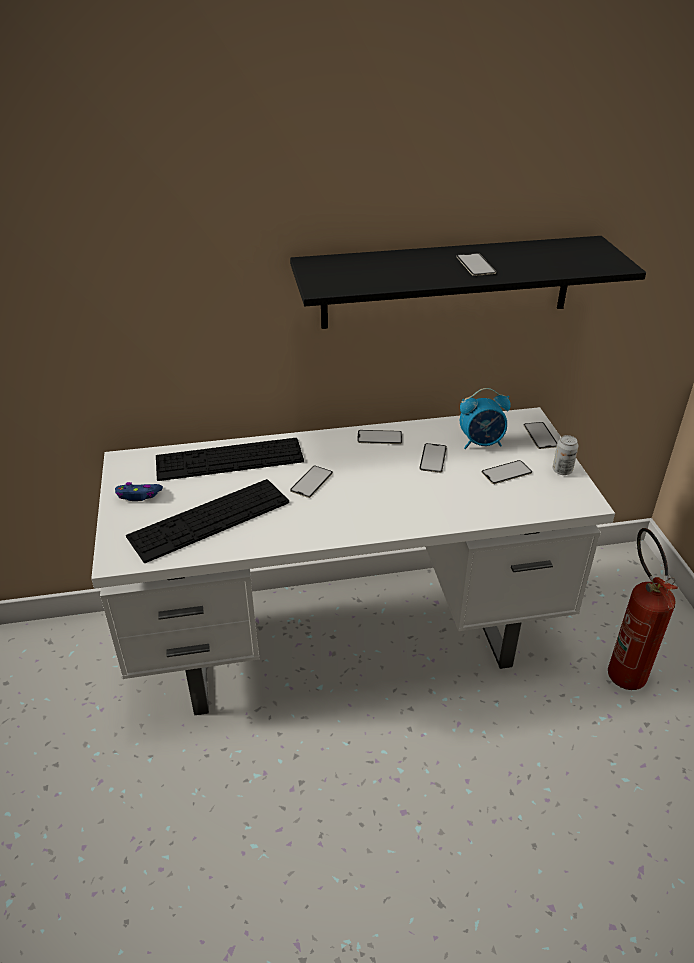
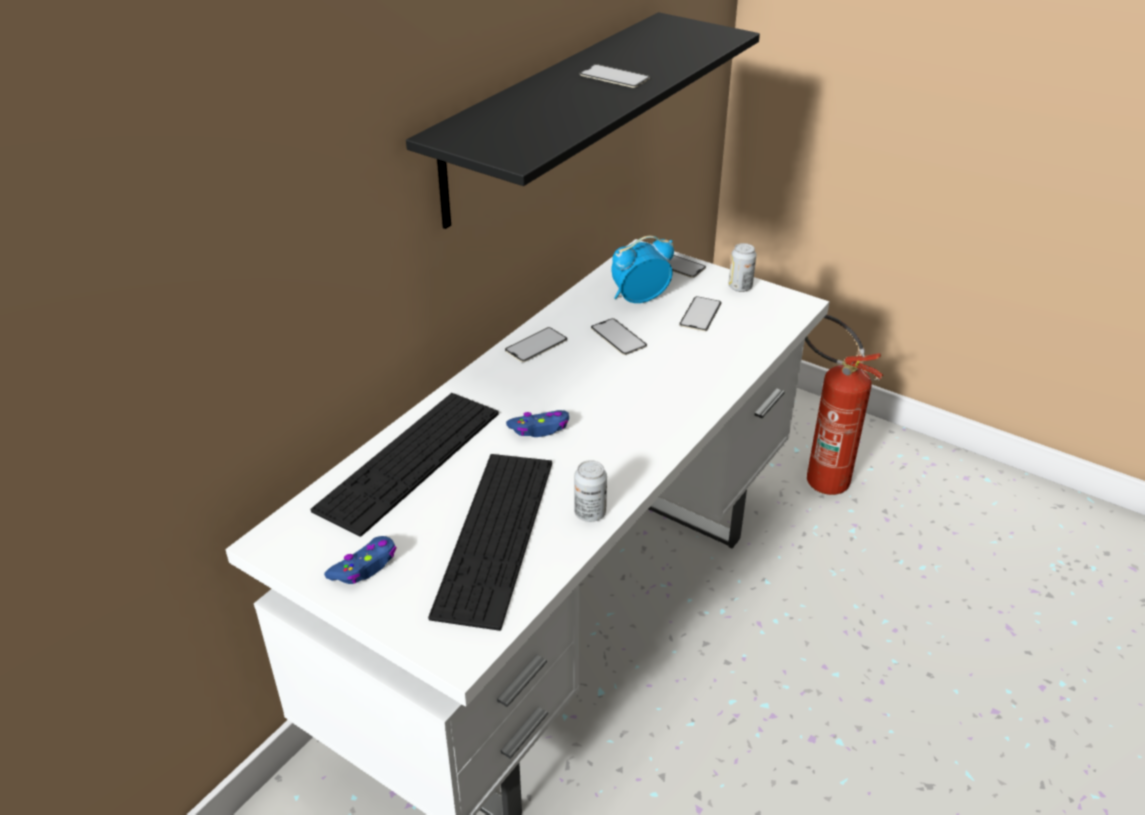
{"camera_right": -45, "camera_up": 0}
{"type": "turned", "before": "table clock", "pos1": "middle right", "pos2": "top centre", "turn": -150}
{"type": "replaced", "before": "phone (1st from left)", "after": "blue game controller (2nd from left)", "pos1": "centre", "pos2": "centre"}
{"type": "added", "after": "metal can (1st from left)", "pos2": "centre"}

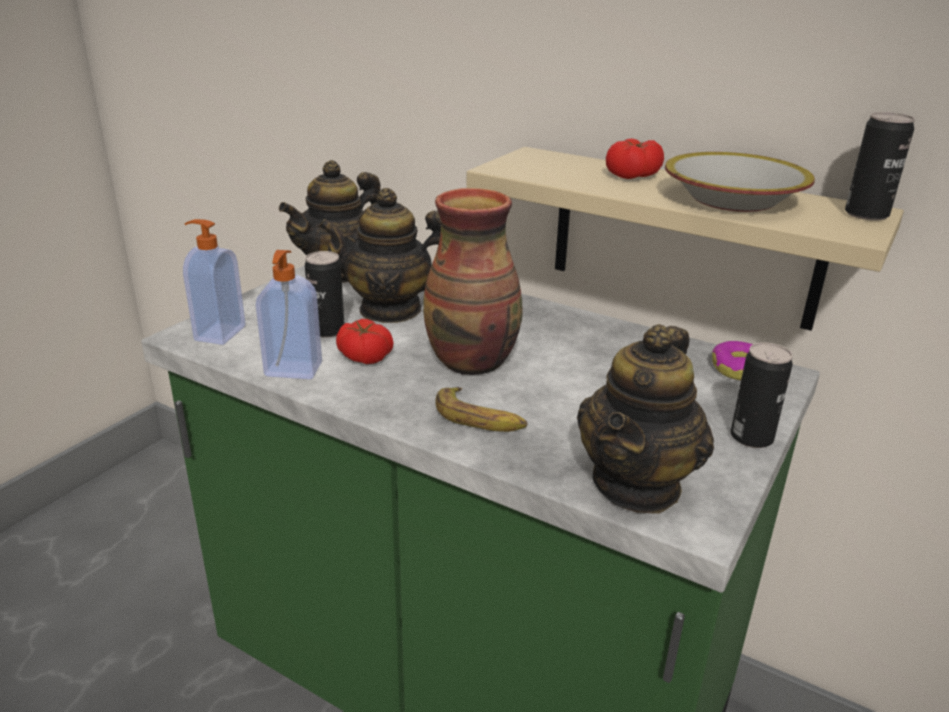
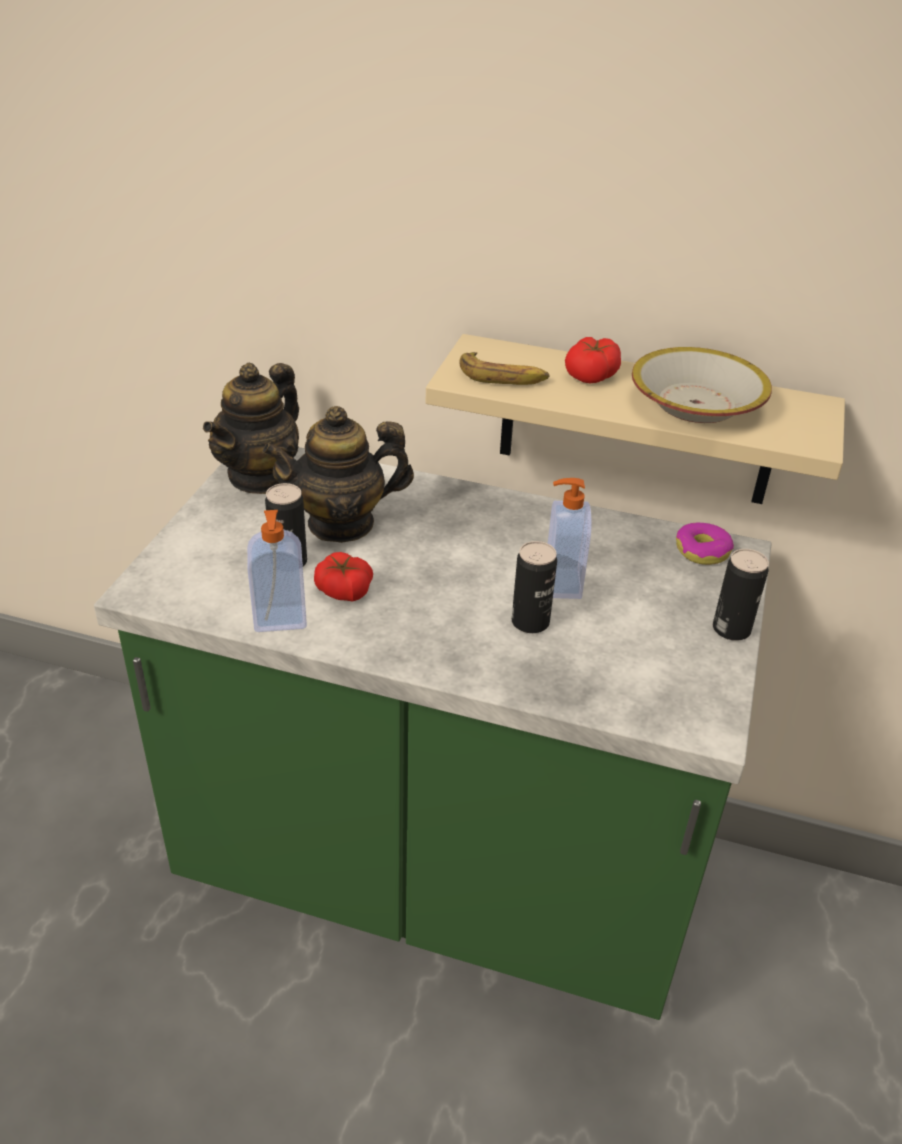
{"camera_right": -15, "camera_up": 10}
{"type": "moved", "before": "metal can (3rd from left in the first image)", "after": "metal can (2nd from left)", "pos1": "top right", "pos2": "centre"}
{"type": "removed", "before": "vase", "pos1": "centre"}
{"type": "moved", "before": "liquid soap bottle (1st from left in the first image)", "after": "liquid soap bottle (2nd from left)", "pos1": "middle left", "pos2": "centre"}
{"type": "removed", "before": "teapot (3rd from left)", "pos1": "middle right"}
{"type": "moved", "before": "whole banana", "pos1": "centre", "pos2": "top centre"}

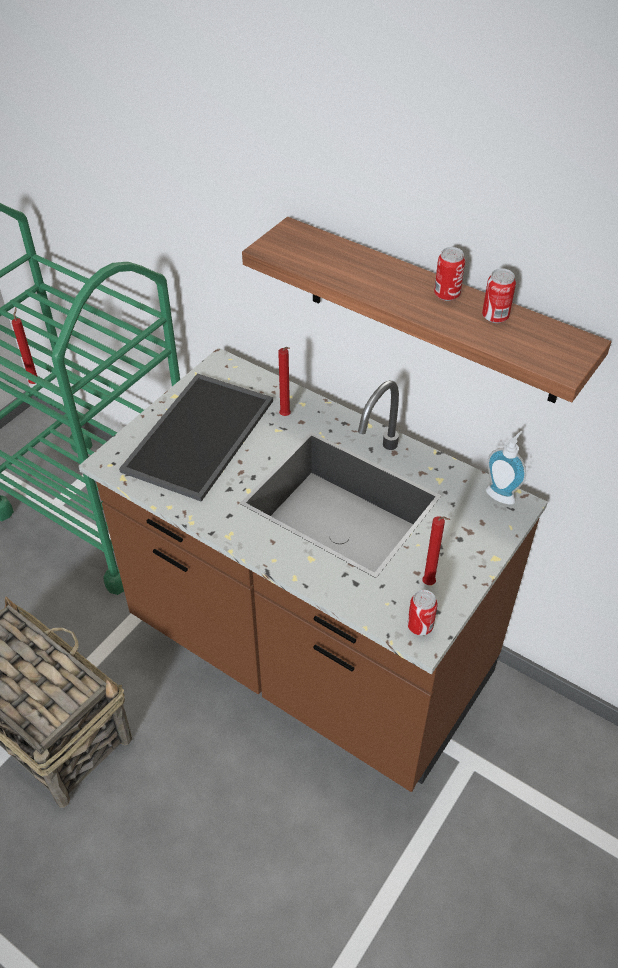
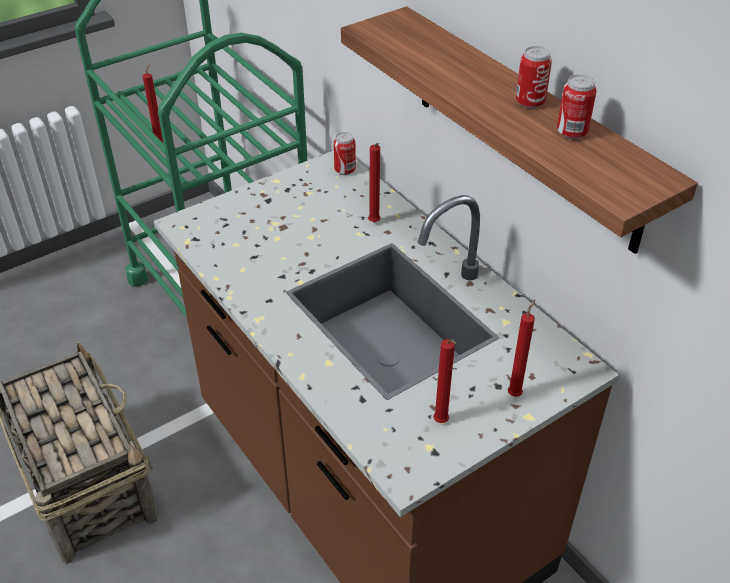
{"camera_right": 20, "camera_up": -5}
{"type": "removed", "before": "carrying tray", "pos1": "middle left"}
{"type": "removed", "before": "liquid soap bottle", "pos1": "middle right"}
{"type": "moved", "before": "metal can (1st from left)", "pos1": "middle right", "pos2": "top centre"}
{"type": "added", "after": "red-coloured candle (4th from left)", "pos2": "middle right"}

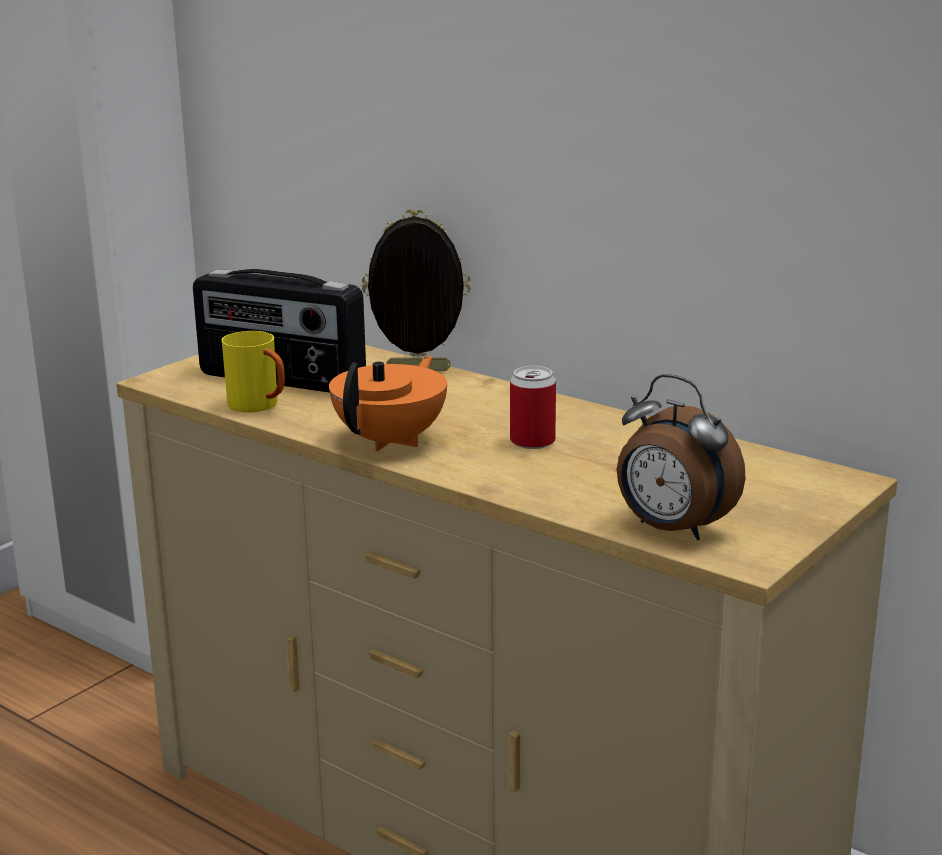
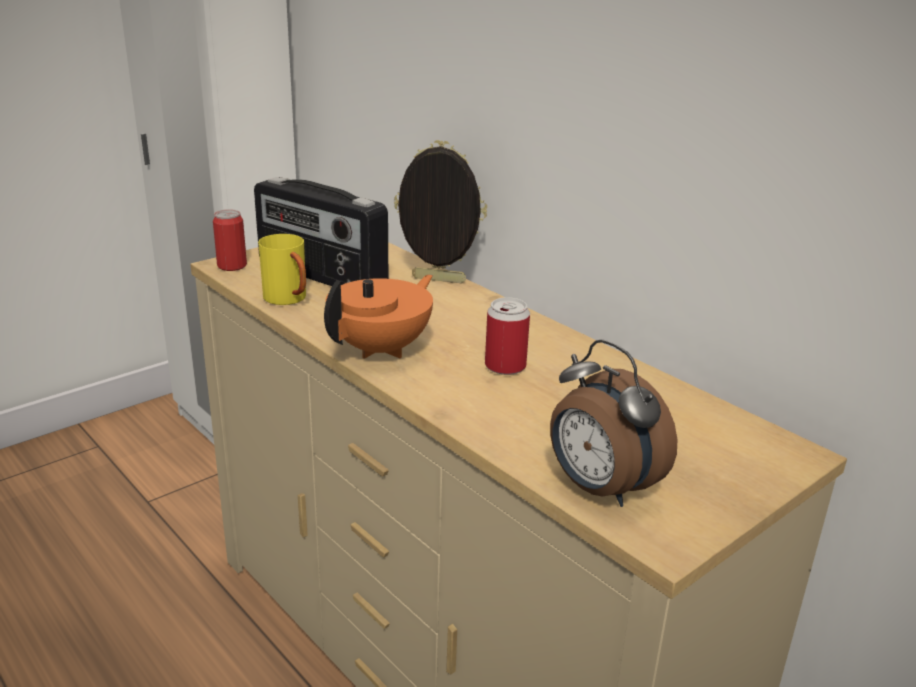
{"camera_right": 10, "camera_up": 5}
{"type": "added", "after": "metal can (1st from left)", "pos2": "middle left"}

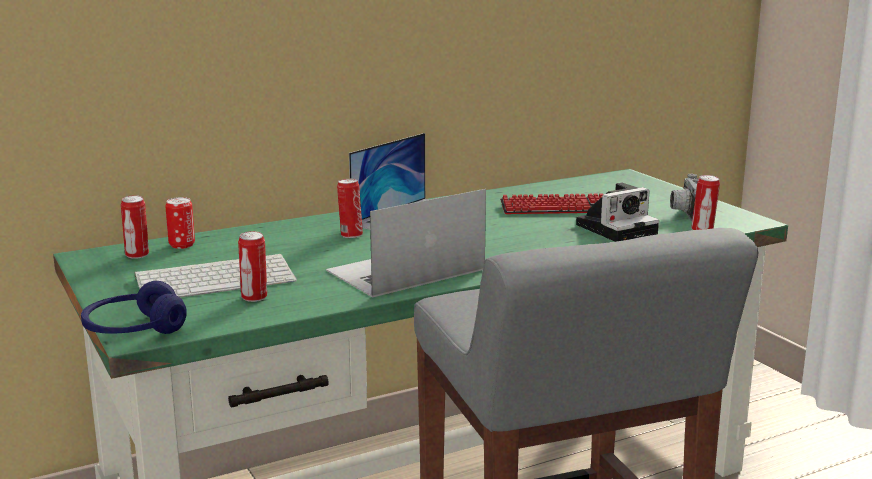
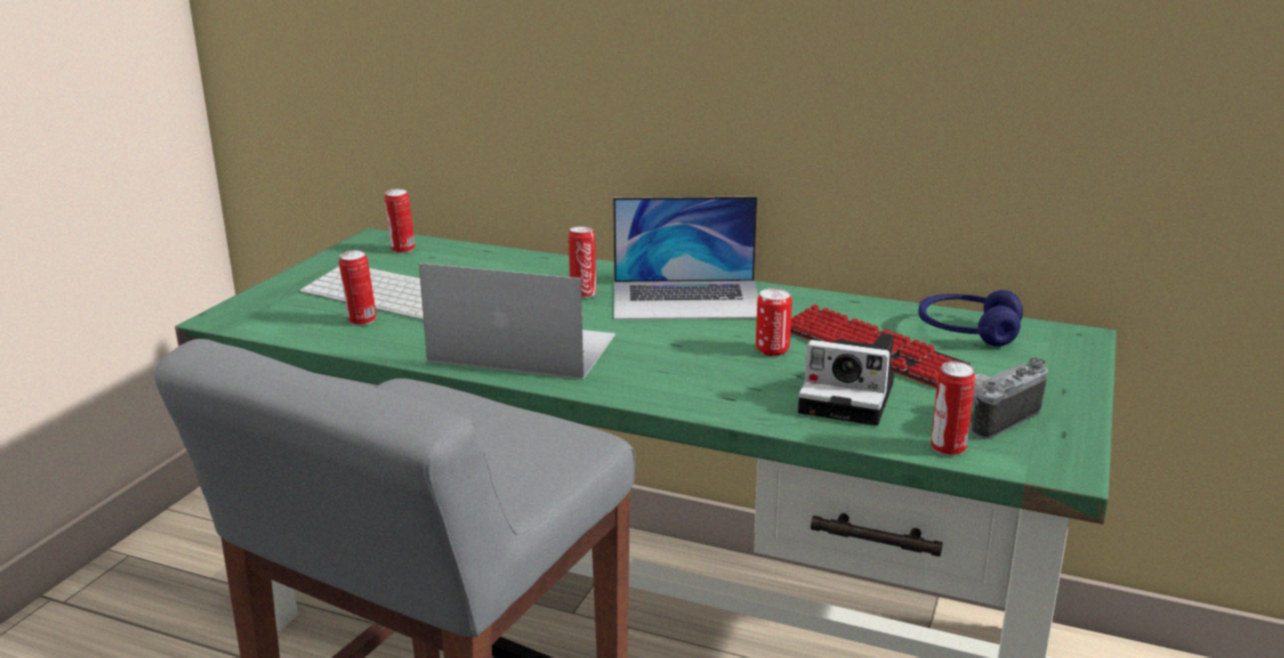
{"camera_right": 50, "camera_up": 5}
{"type": "moved", "before": "metal can (2nd from left in the first image)", "after": "metal can (4th from left)", "pos1": "middle left", "pos2": "centre"}
{"type": "moved", "before": "blue headphones", "pos1": "middle left", "pos2": "middle right"}

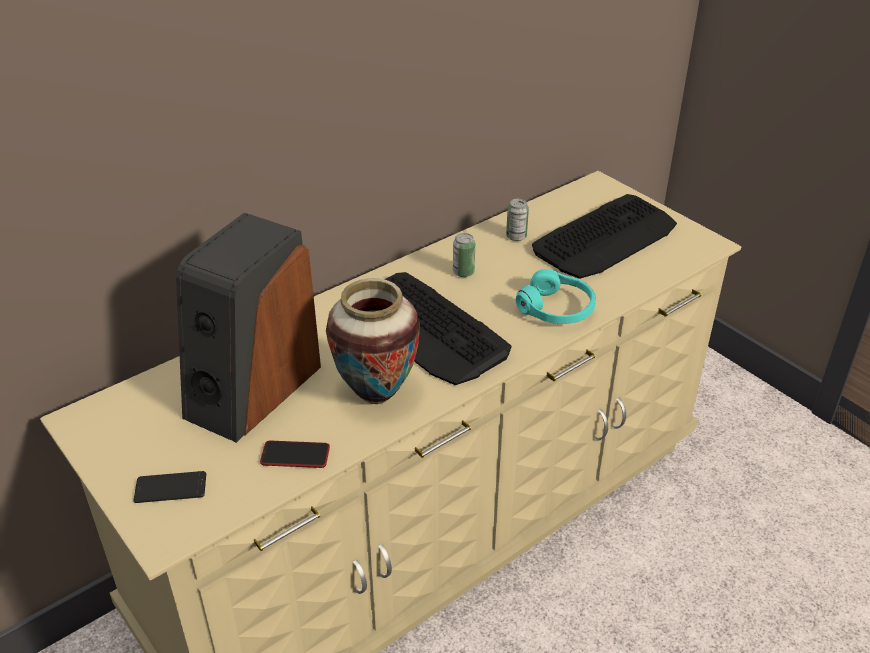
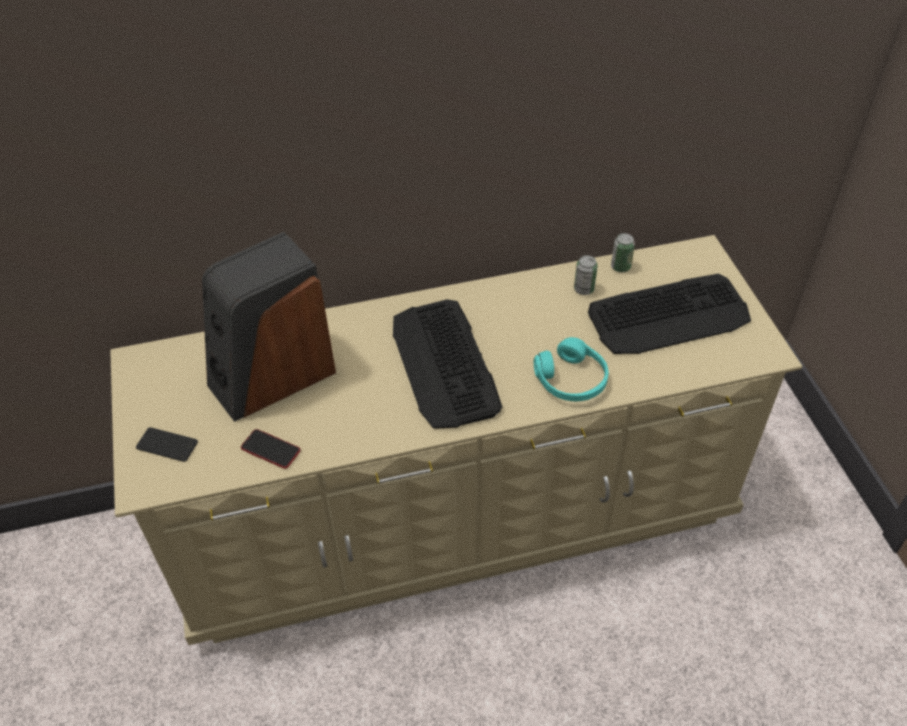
{"camera_right": 25, "camera_up": 10}
{"type": "moved", "before": "metal can (1st from left in the first image)", "after": "metal can (2nd from left)", "pos1": "centre", "pos2": "middle right"}
{"type": "removed", "before": "vase", "pos1": "centre"}

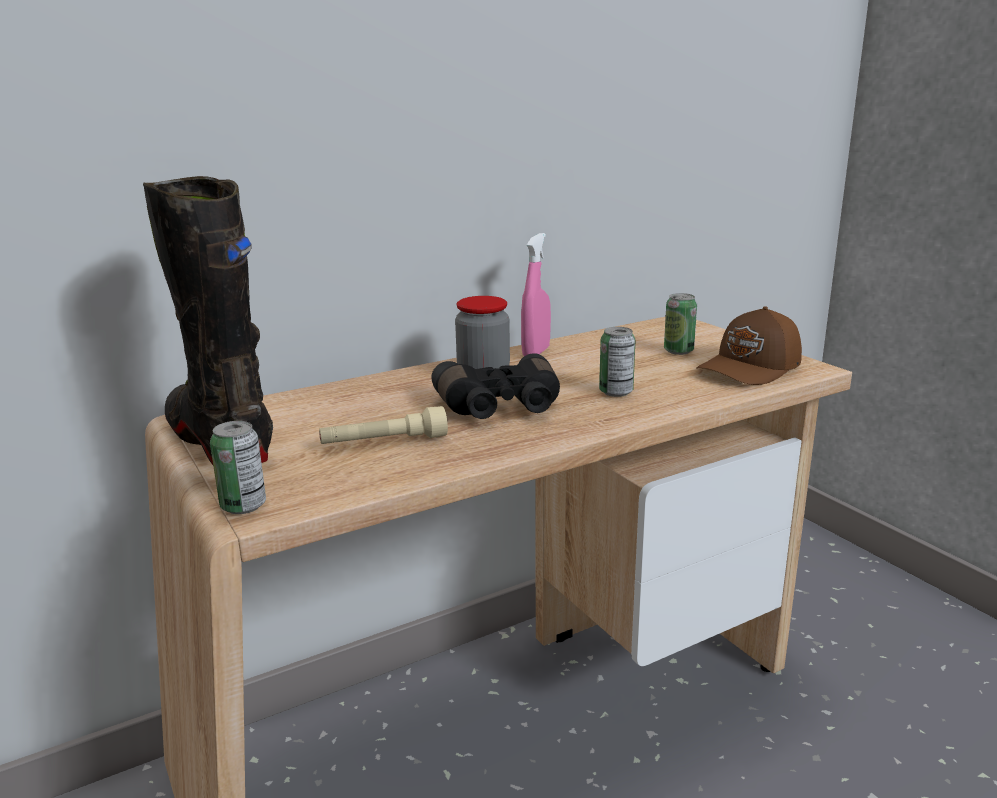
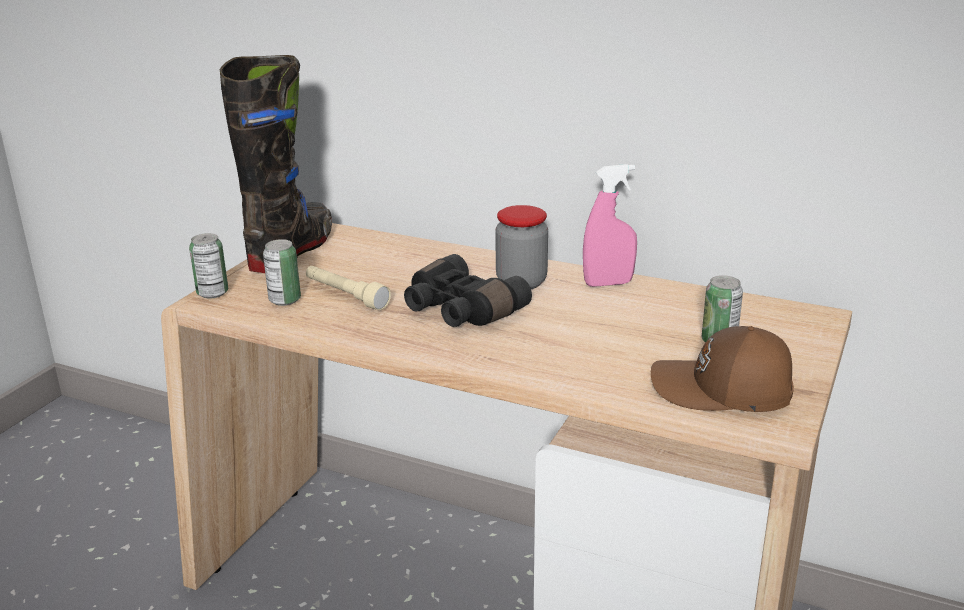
{"camera_right": 55, "camera_up": 5}
{"type": "moved", "before": "metal can (2nd from left)", "pos1": "centre", "pos2": "middle left"}

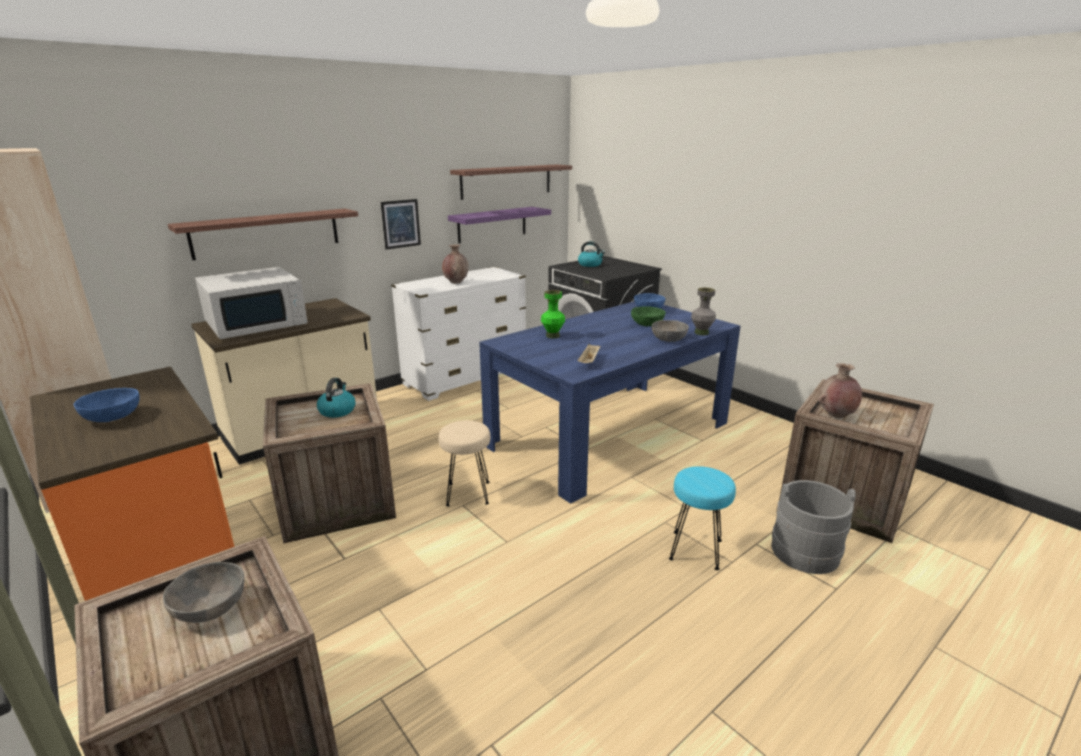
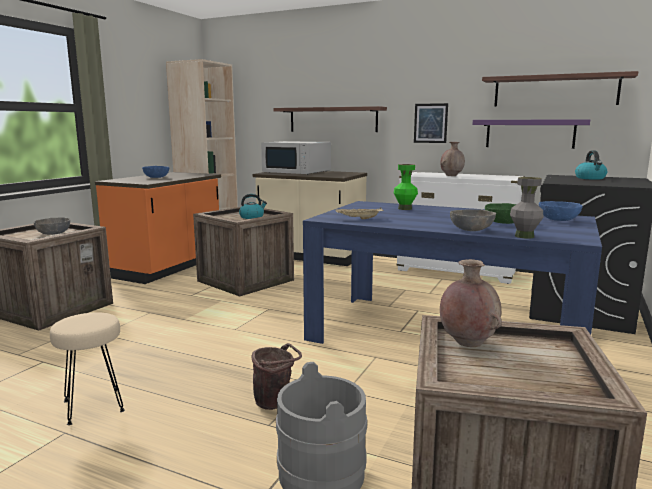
{"camera_right": 65, "camera_up": -10}
{"type": "moved", "before": "beige-coloured stool seat", "pos1": "centre", "pos2": "bottom left"}
{"type": "replaced", "before": "turquoise-coloured stool seat", "after": "brown pail", "pos1": "bottom centre", "pos2": "bottom centre"}

